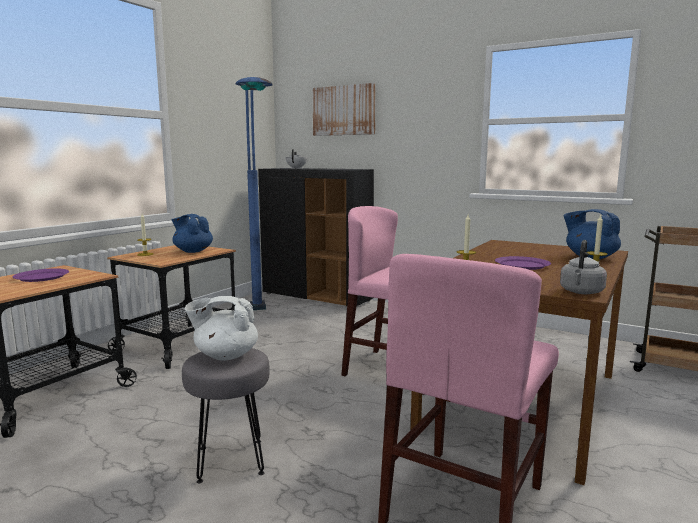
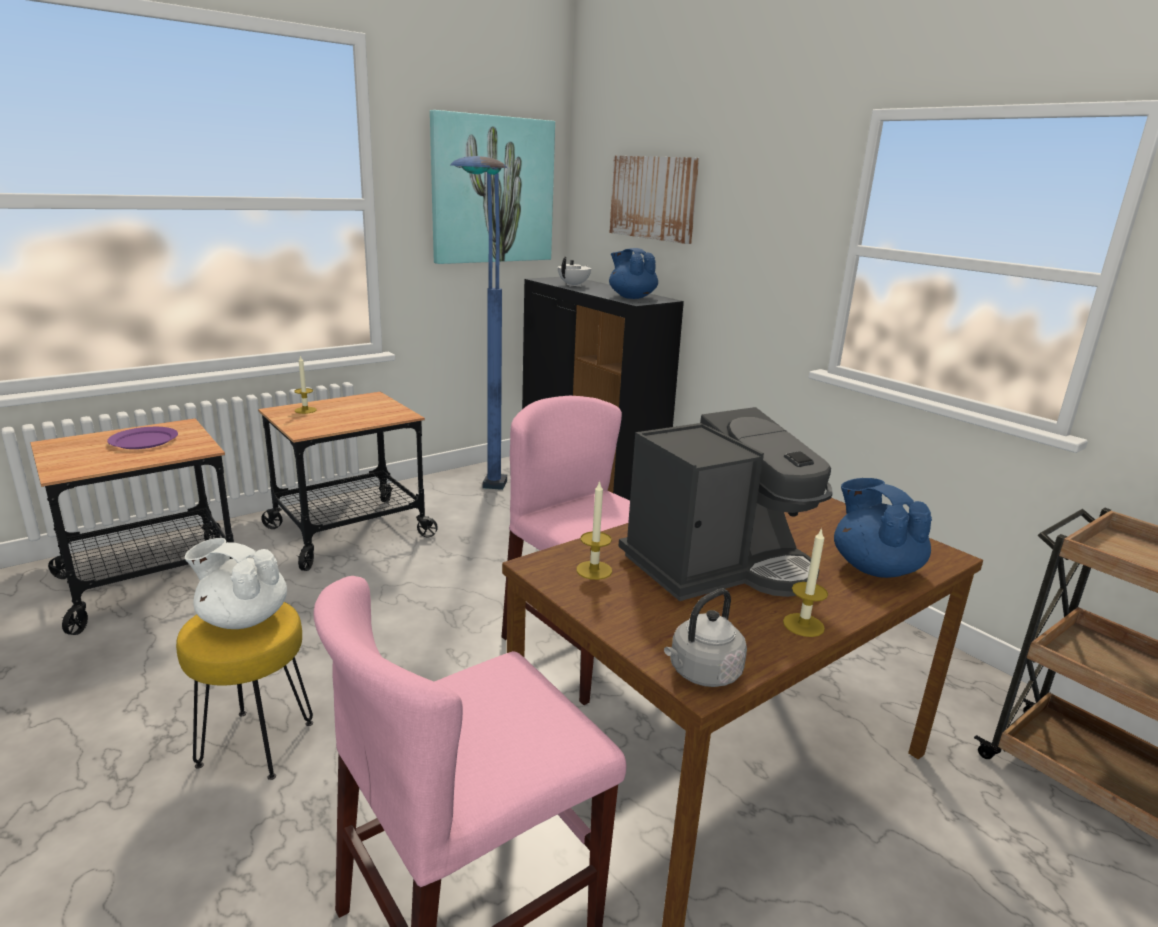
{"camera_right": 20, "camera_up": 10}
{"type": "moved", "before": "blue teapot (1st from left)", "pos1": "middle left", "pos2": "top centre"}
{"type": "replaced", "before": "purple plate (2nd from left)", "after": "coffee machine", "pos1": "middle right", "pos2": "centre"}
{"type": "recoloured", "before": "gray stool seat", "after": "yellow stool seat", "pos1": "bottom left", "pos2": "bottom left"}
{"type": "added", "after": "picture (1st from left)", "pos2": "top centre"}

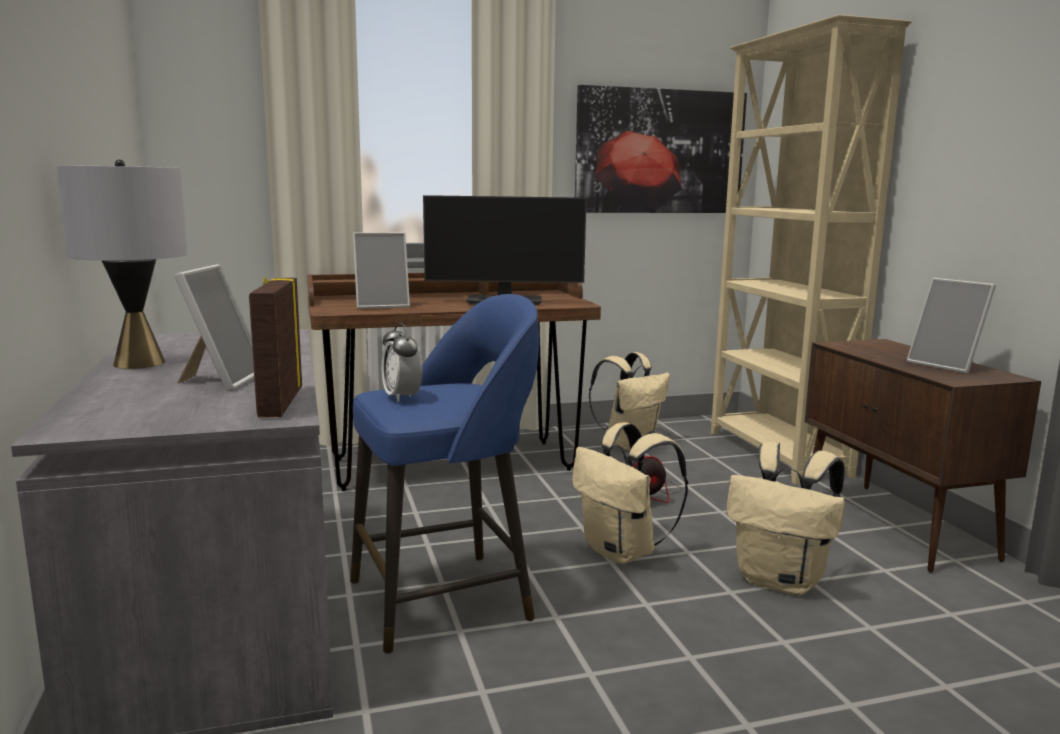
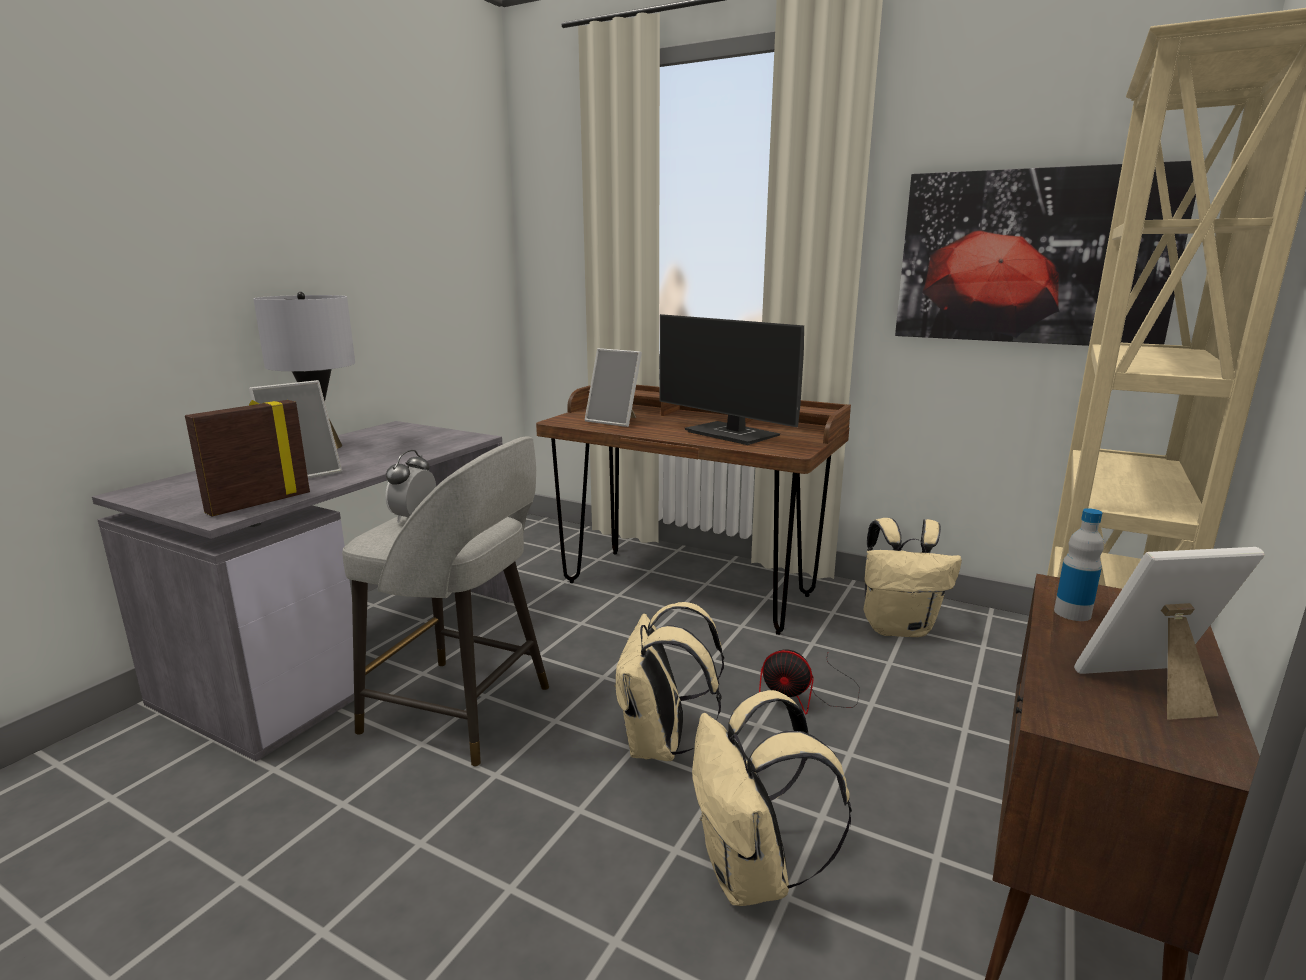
{"camera_right": 45, "camera_up": 5}
{"type": "turned", "before": "standing frame (4th from left)", "pos1": "middle right", "pos2": "middle right", "turn": 75}
{"type": "recoloured", "before": "blue stool seat", "after": "gray stool seat", "pos1": "centre", "pos2": "centre"}
{"type": "added", "after": "drink bottle", "pos2": "middle right"}

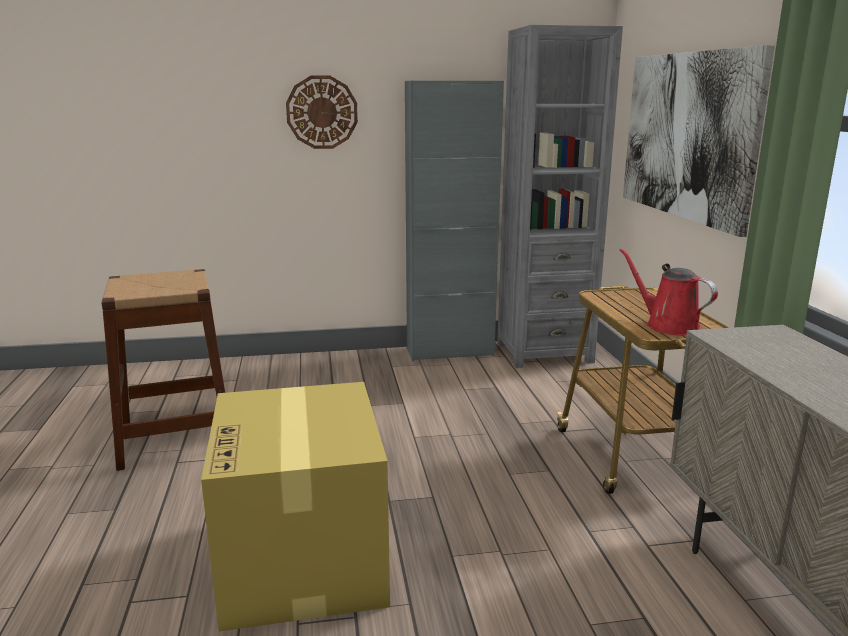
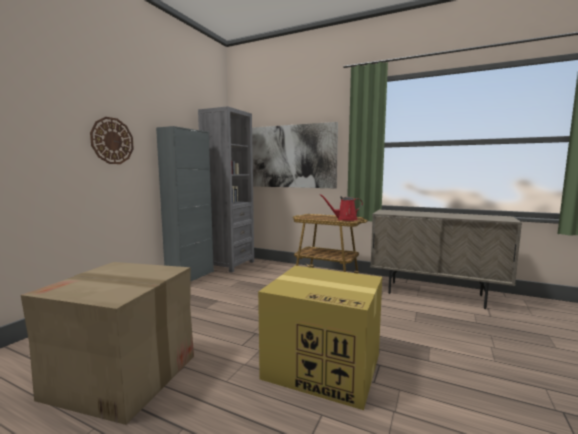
{"camera_right": -55, "camera_up": -10}
{"type": "replaced", "before": "brown stool seat", "after": "cardboard box (1st from left)", "pos1": "middle left", "pos2": "bottom left"}

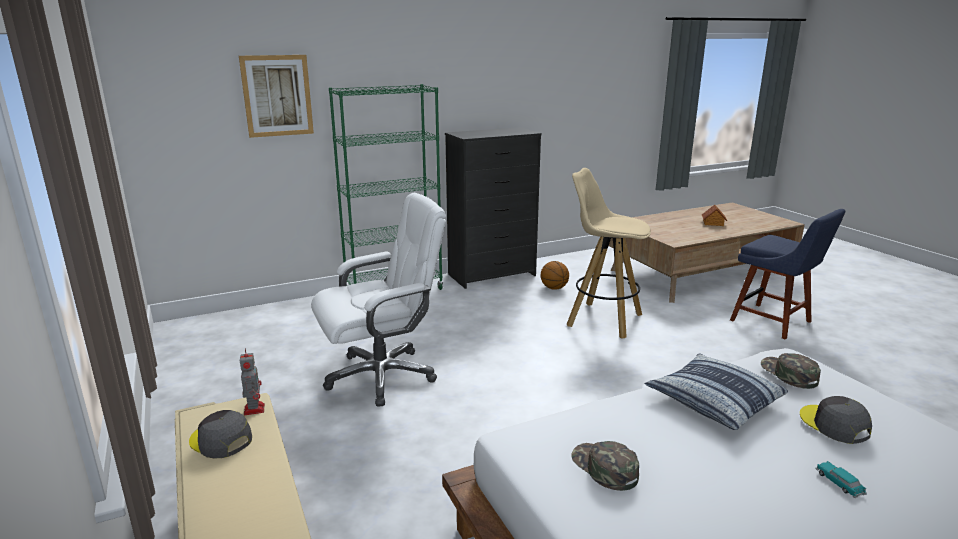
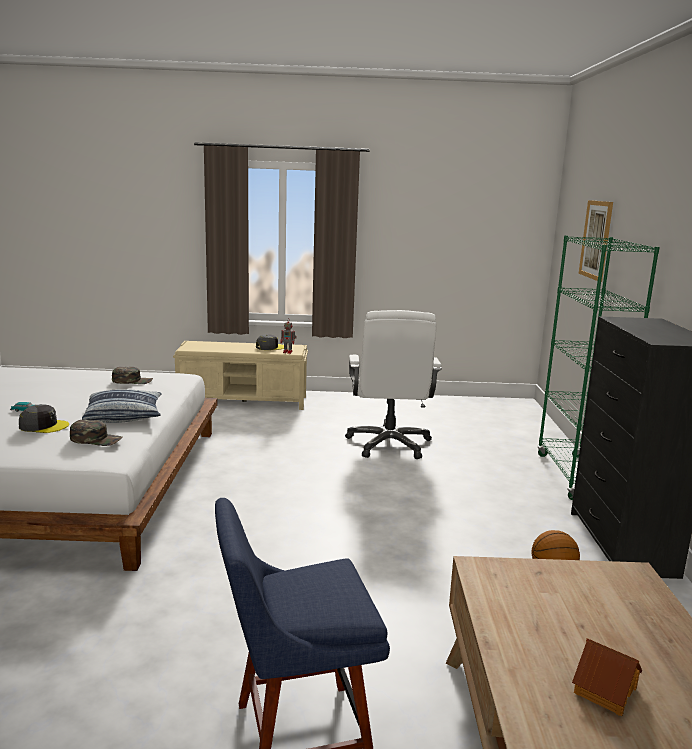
{"camera_right": 115, "camera_up": -5}
{"type": "removed", "before": "beige-coloured stool seat", "pos1": "centre"}

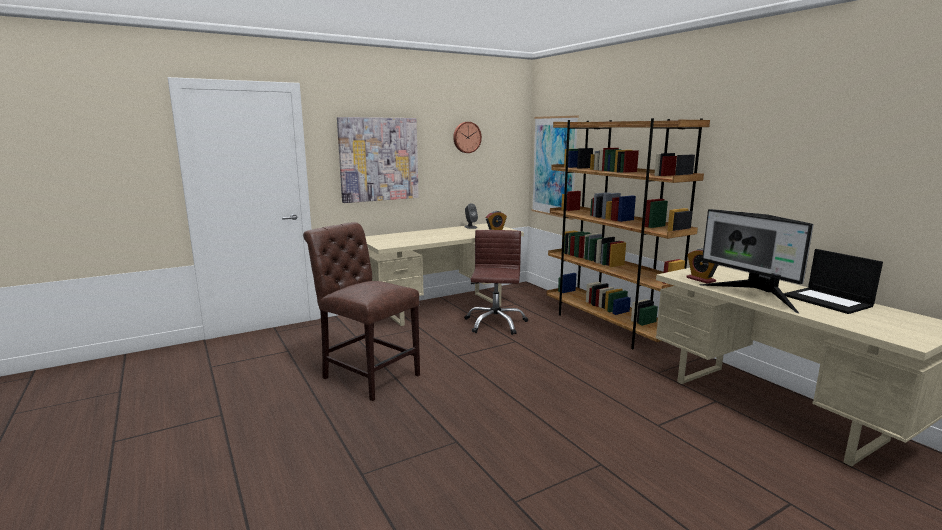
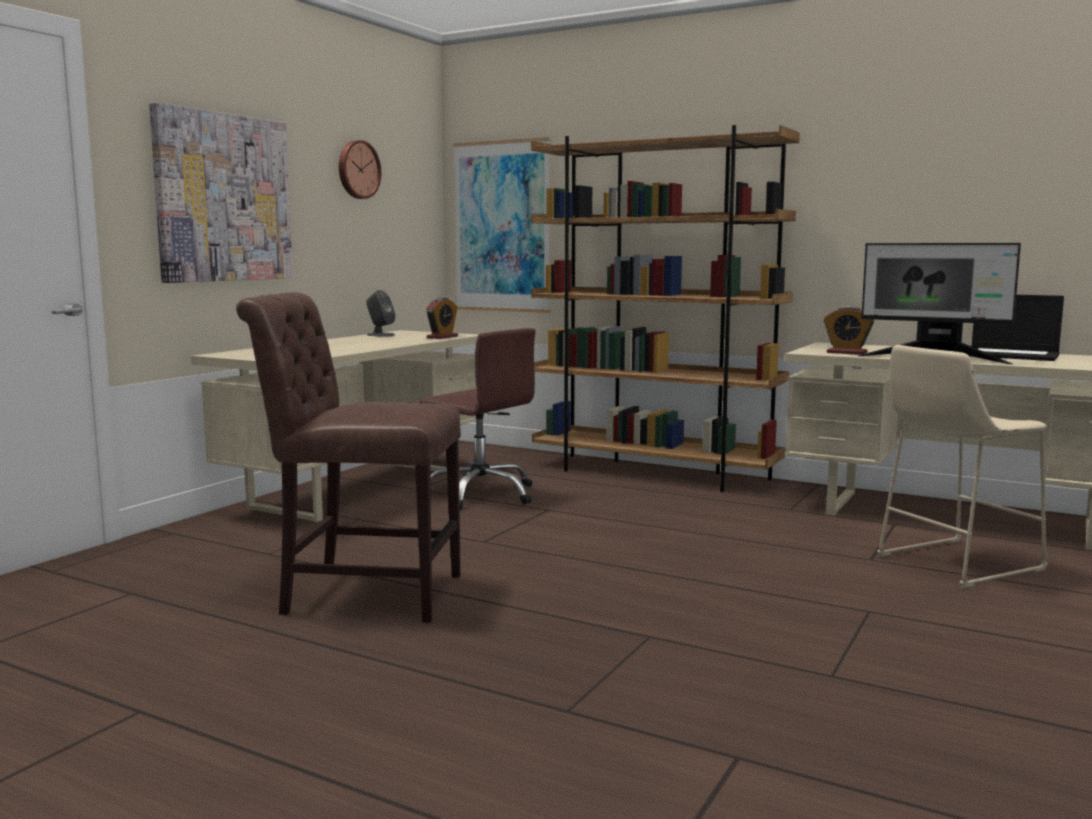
{"camera_right": -30, "camera_up": -5}
{"type": "turned", "before": "brown office chair", "pos1": "centre", "pos2": "centre", "turn": 150}
{"type": "added", "after": "beige-coloured stool seat", "pos2": "middle right"}

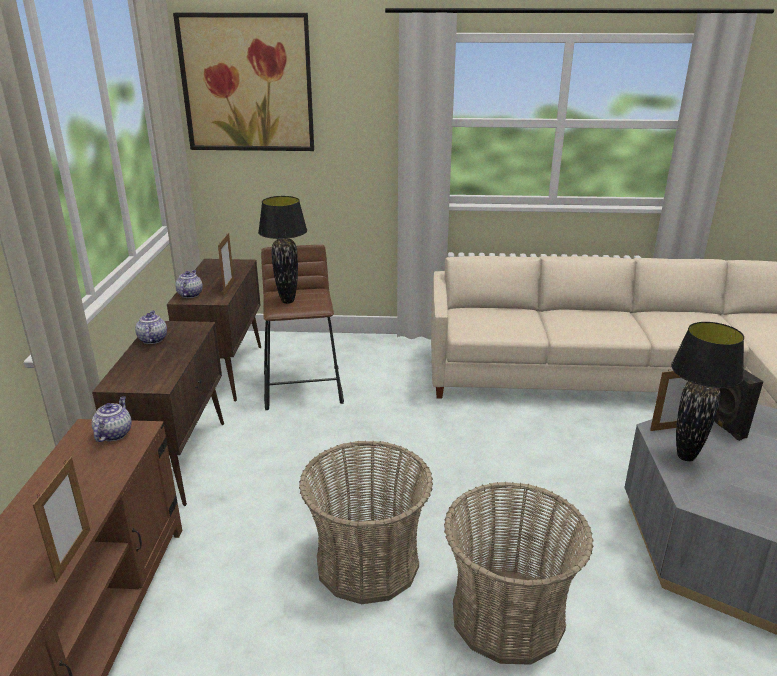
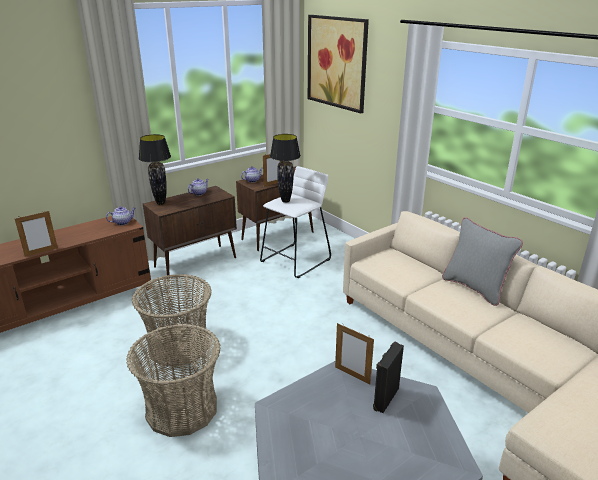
{"camera_right": 50, "camera_up": 0}
{"type": "recoloured", "before": "brown stool seat", "after": "white-coloured stool seat", "pos1": "centre", "pos2": "centre"}
{"type": "moved", "before": "black table lamp (2nd from left in the first image)", "after": "black table lamp (1st from left)", "pos1": "middle right", "pos2": "middle left"}
{"type": "added", "after": "gray pillow", "pos2": "middle right"}

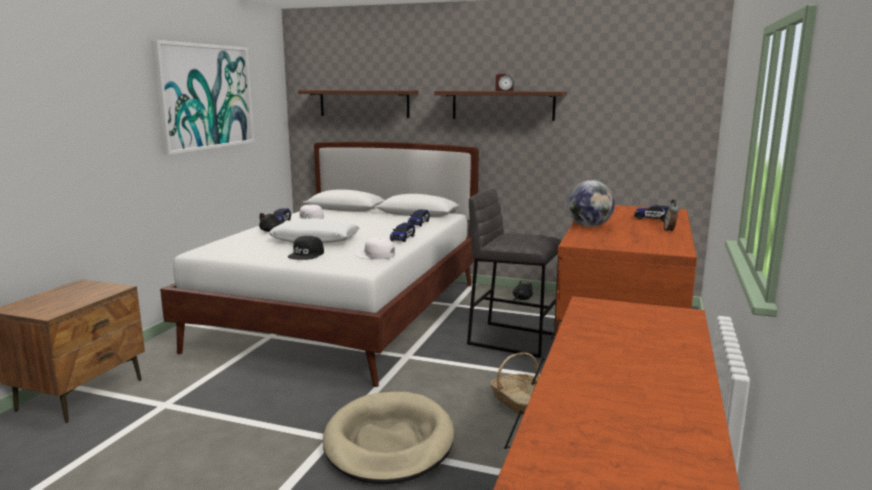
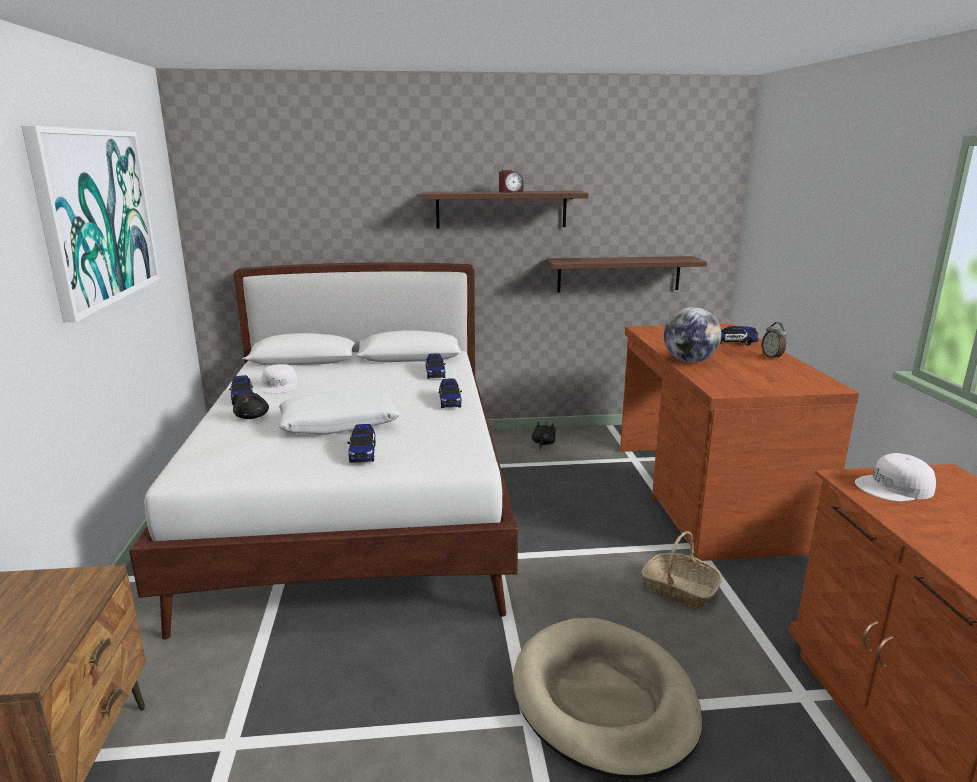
{"camera_right": -25, "camera_up": 5}
{"type": "moved", "before": "shelf (1st from left in the first image)", "after": "shelf (2nd from left)", "pos1": "top centre", "pos2": "centre"}
{"type": "removed", "before": "gray stool seat", "pos1": "centre"}
{"type": "replaced", "before": "black peaked cap", "after": "toy car (2nd from left)", "pos1": "centre", "pos2": "centre"}
{"type": "moved", "before": "white-coloured peaked cap (2nd from left)", "pos1": "centre", "pos2": "middle right"}

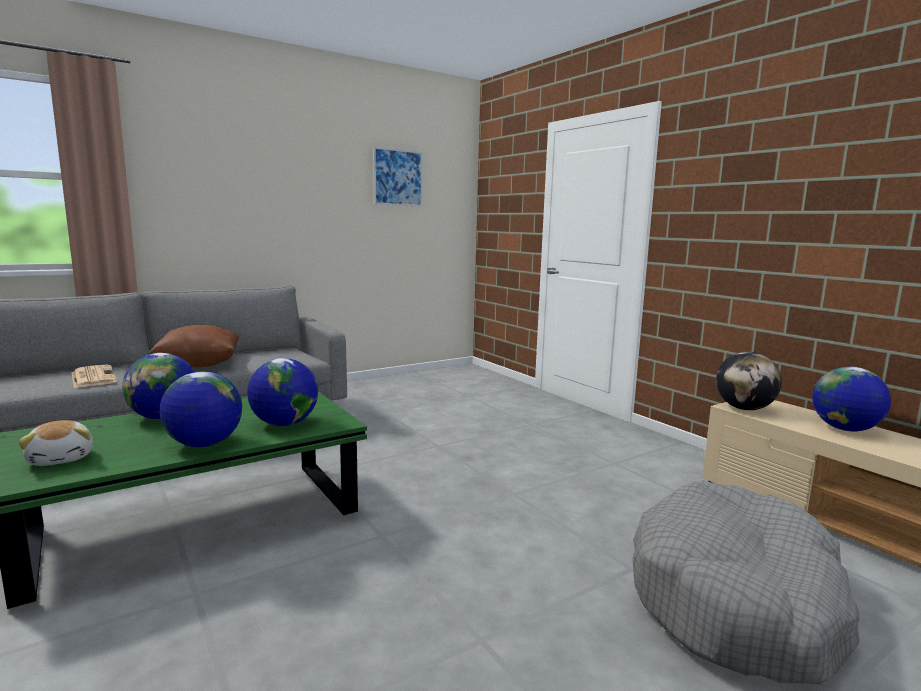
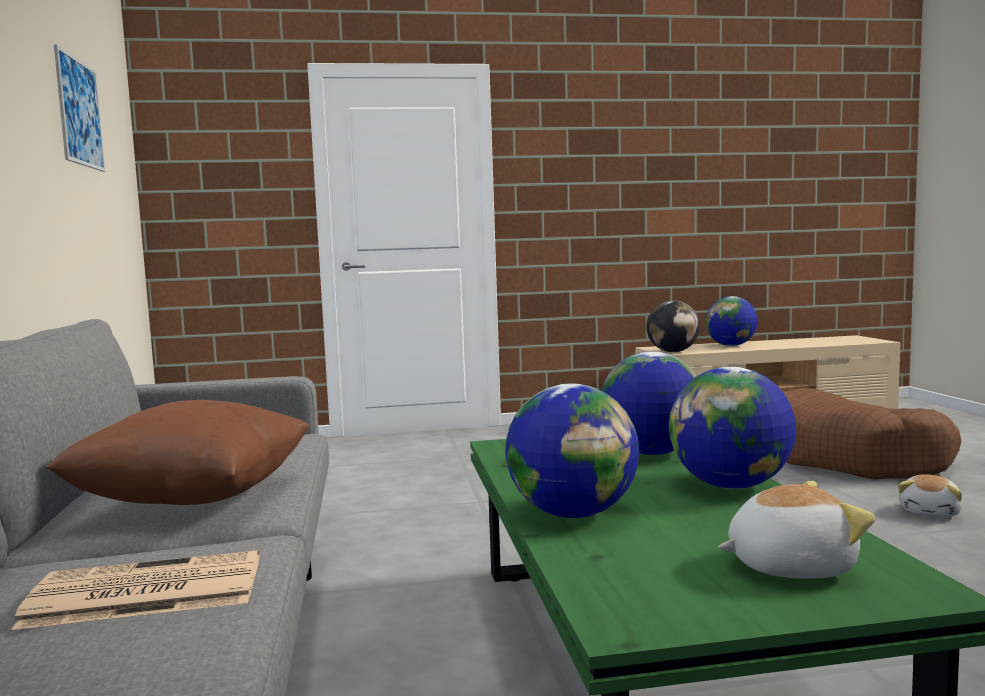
{"camera_right": -65, "camera_up": -5}
{"type": "recoloured", "before": "gray pet bed", "after": "brown pet bed", "pos1": "bottom right", "pos2": "middle right"}
{"type": "added", "after": "plush toy (2nd from left)", "pos2": "bottom right"}

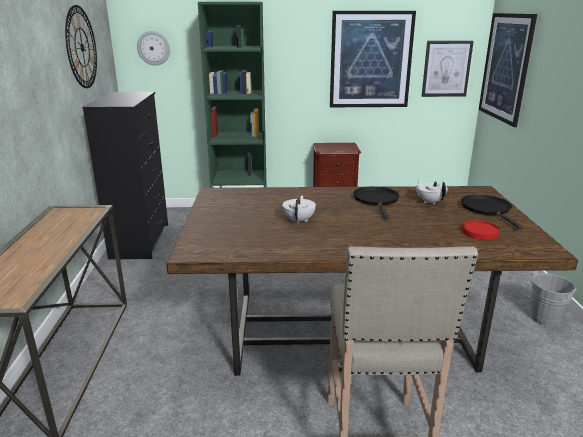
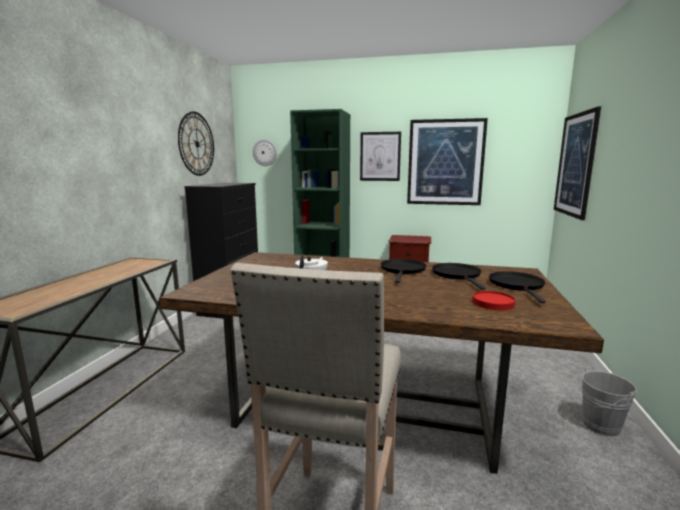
{"camera_right": 15, "camera_up": -10}
{"type": "moved", "before": "picture (2nd from left in the first image)", "after": "picture (1st from left)", "pos1": "top right", "pos2": "top centre"}
{"type": "replaced", "before": "white-coloured teapot (2nd from left)", "after": "black skillet (2nd from left)", "pos1": "middle right", "pos2": "middle right"}

